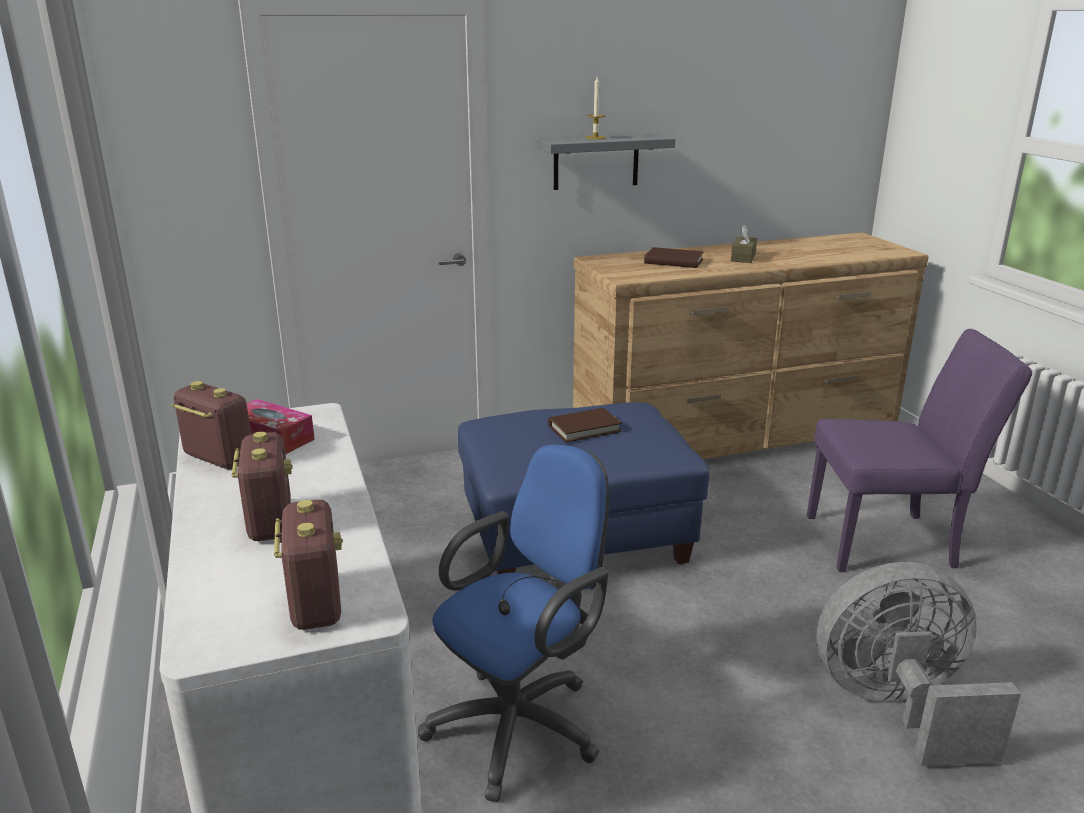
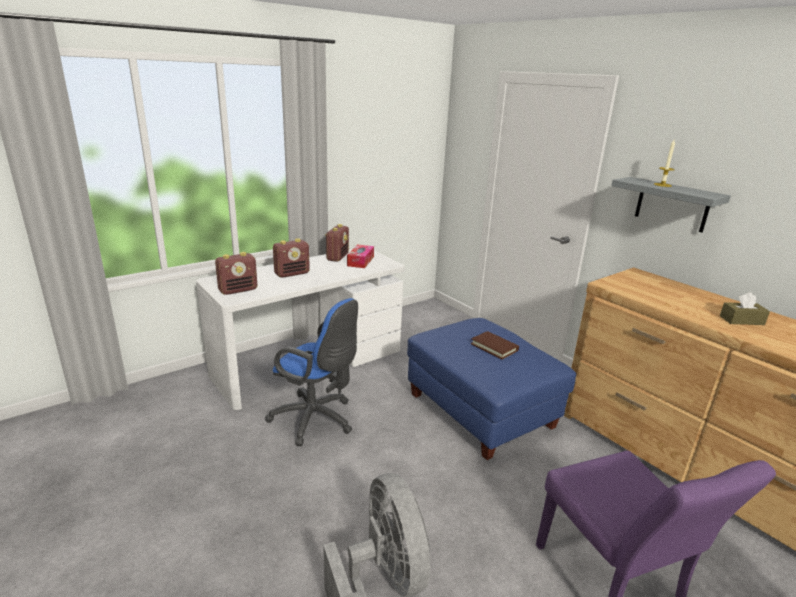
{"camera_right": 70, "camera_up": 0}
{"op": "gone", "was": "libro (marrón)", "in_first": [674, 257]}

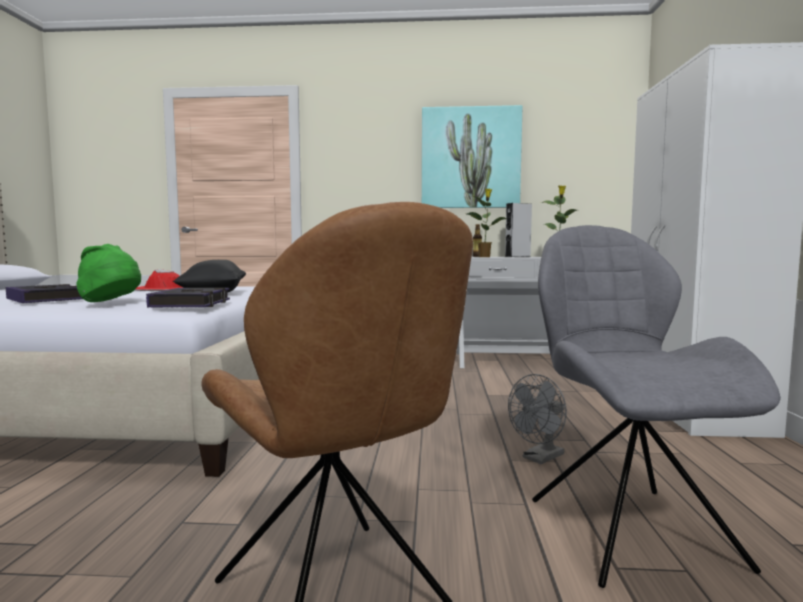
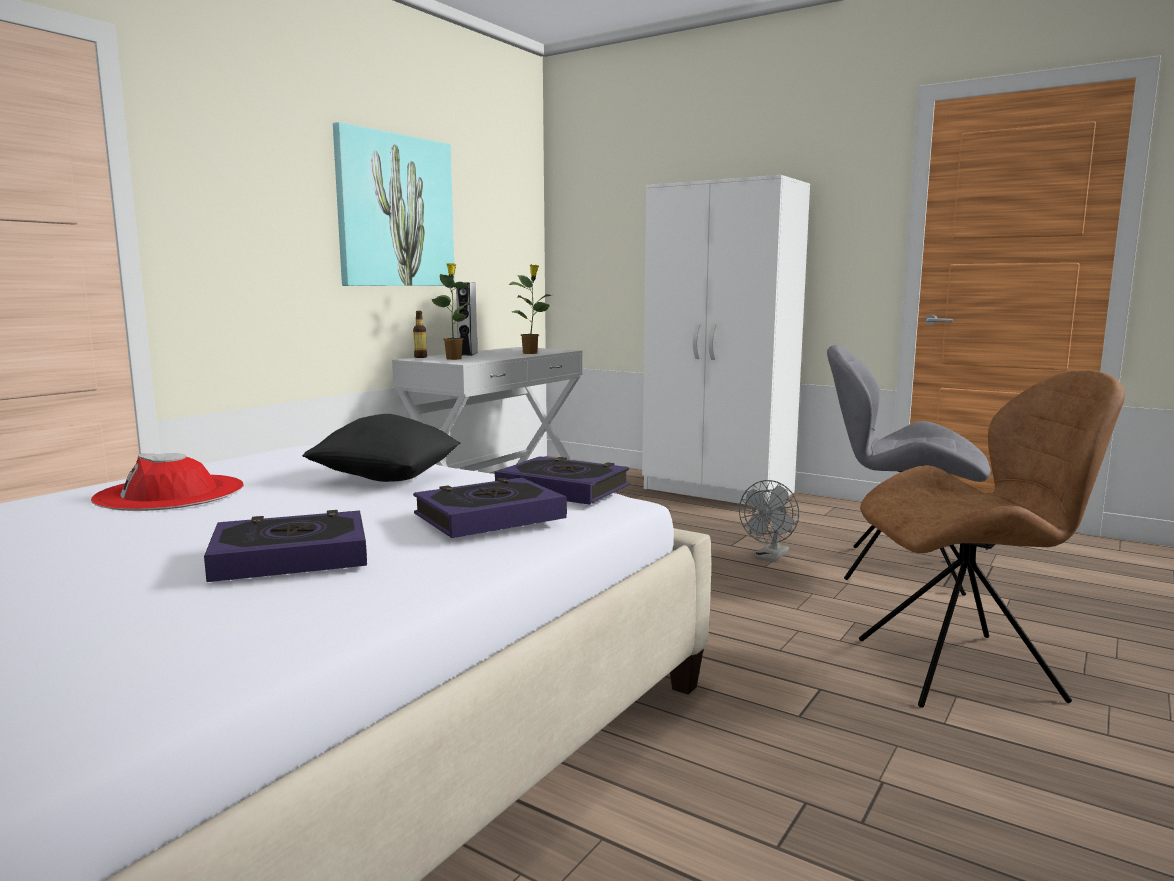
{"camera_right": -60, "camera_up": 5}
{"op": "swapped", "was": "sombrero (verde)", "now": "libro", "in_first": [108, 273], "in_second": [490, 507]}
{"op": "rotated", "was": "ventilador (gris)", "in_first": [537, 419], "in_second": [769, 521], "clockwise": 45}

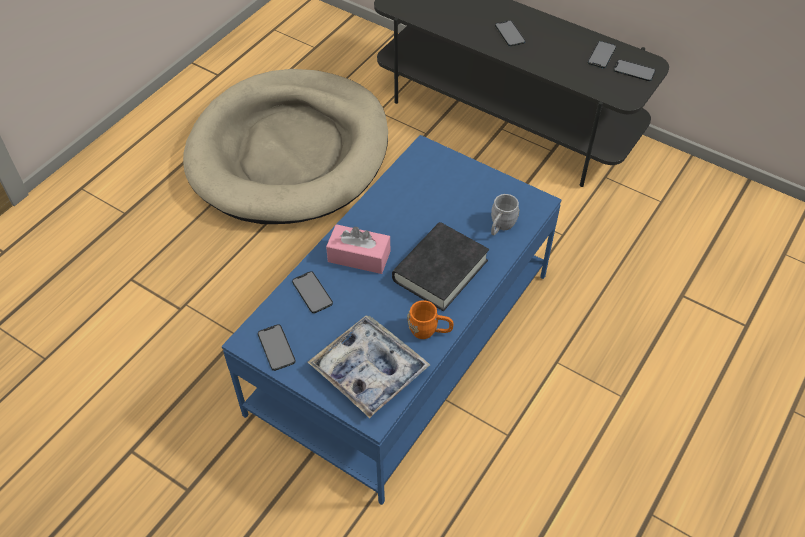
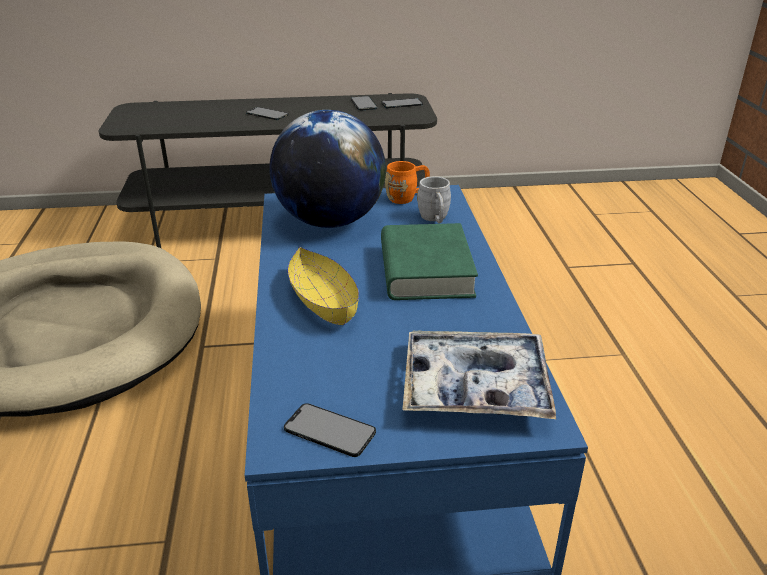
{"camera_right": -40, "camera_up": -20}
{"op": "gone", "was": "móvil", "in_first": [312, 292]}
{"op": "swapped", "was": "caja de pañuelos (rosa)", "now": "cuenco (amarillo)", "in_first": [358, 249], "in_second": [323, 286]}
{"op": "repainted", "was": "libro (negro)", "now": "libro (verde)", "in_first": [440, 266], "in_second": [429, 261]}
{"op": "shifted", "was": "taza grande (naranja)", "in_first": [430, 319], "in_second": [407, 182]}
{"op": "new", "now": "globo terráqueo", "in_second": [327, 169]}

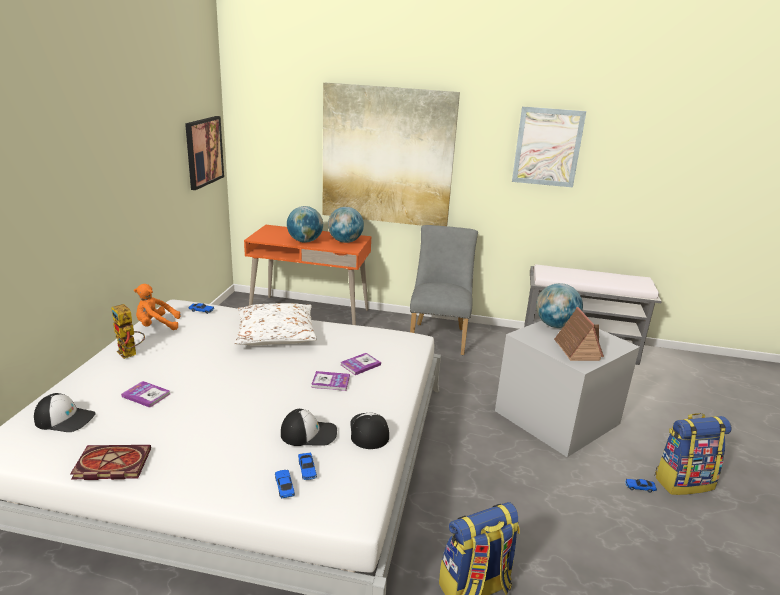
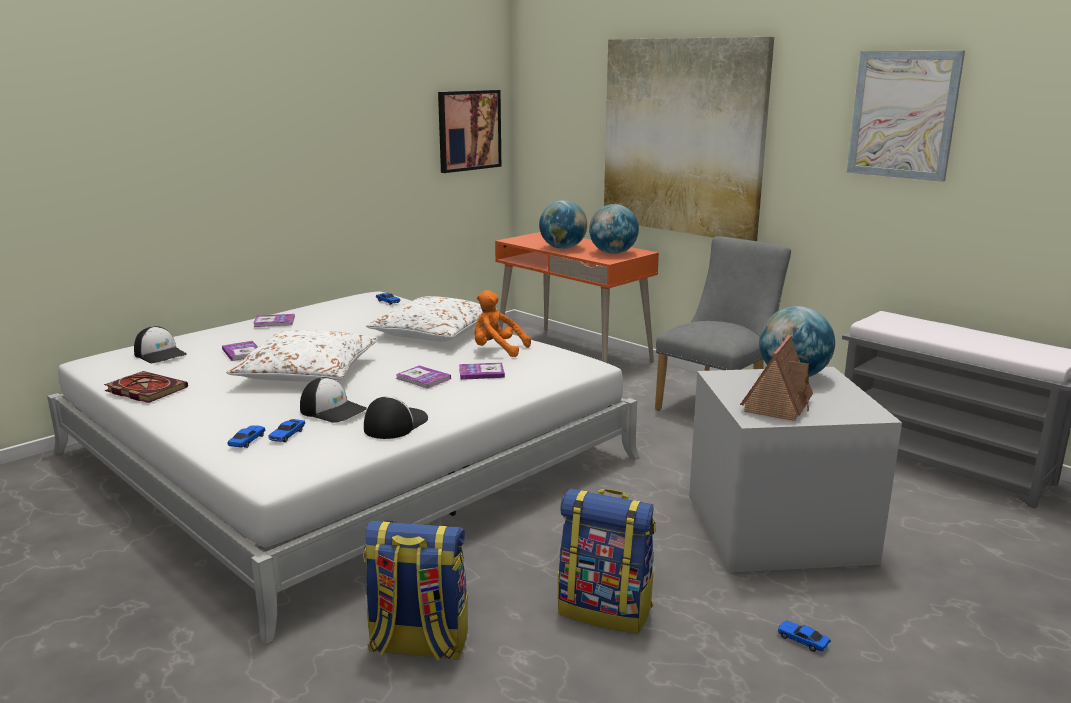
{"camera_right": 35, "camera_up": -5}
{"op": "swapped", "was": "robot de juguete", "now": "libro", "in_first": [128, 331], "in_second": [274, 320]}
{"op": "shifted", "was": "peluche (naranja)", "in_first": [157, 307], "in_second": [502, 323]}
{"op": "shifted", "was": "mochila", "in_first": [693, 454], "in_second": [606, 561]}
{"op": "new", "now": "cojín (blanco)", "in_second": [302, 356]}

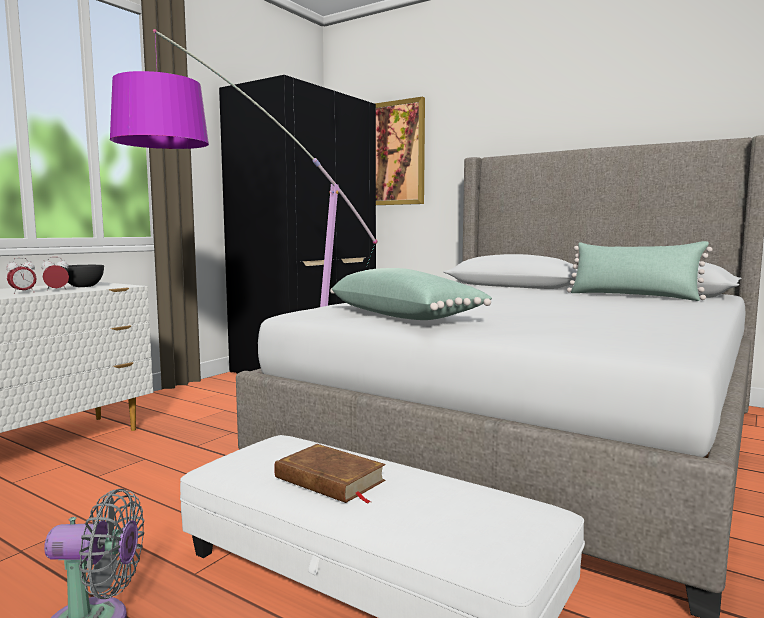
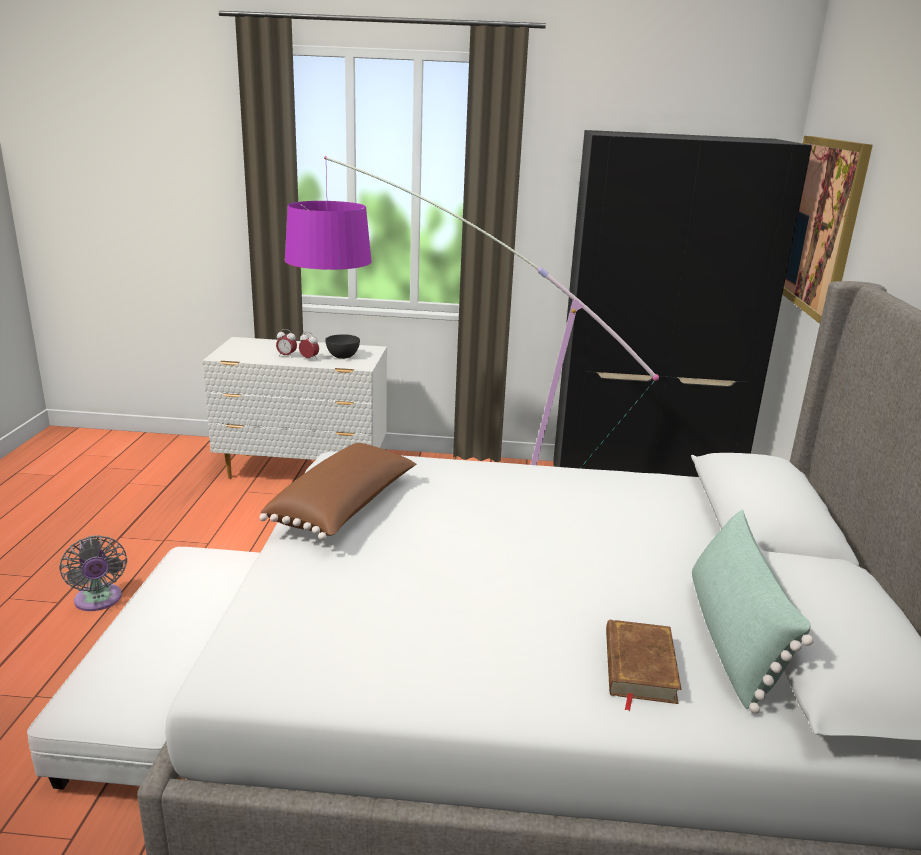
{"camera_right": 60, "camera_up": 15}
{"op": "shifted", "was": "libro (marrón)", "in_first": [330, 474], "in_second": [643, 665]}
{"op": "repainted", "was": "cojín (verde)", "now": "cojín (marrón)", "in_first": [411, 294], "in_second": [337, 491]}

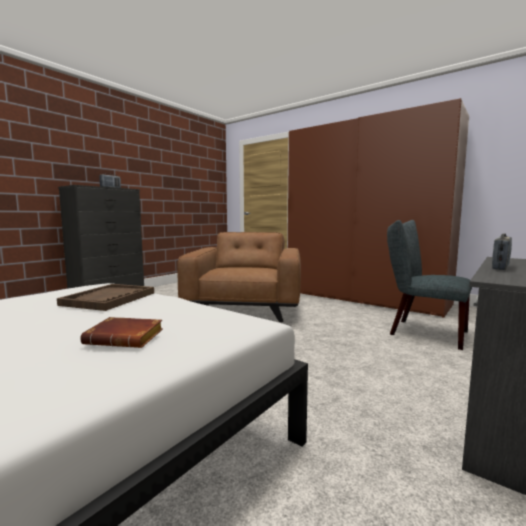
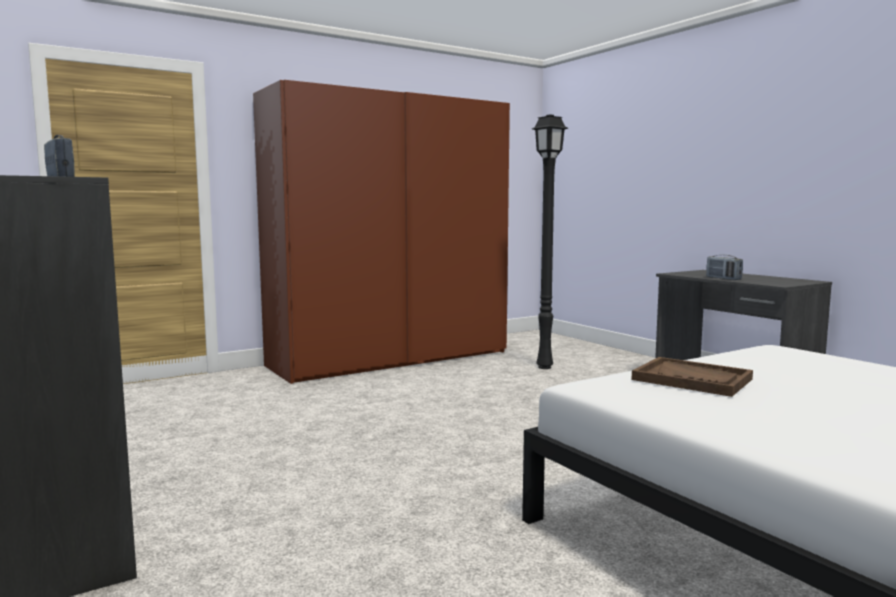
{"camera_right": -70, "camera_up": 0}
{"op": "gone", "was": "libro (marrón)", "in_first": [121, 332]}
{"op": "gone", "was": "sillón (marrón)", "in_first": [239, 277]}
{"op": "swapped", "was": "silla (gris)", "now": "lámpara de pie (negro)", "in_first": [429, 285], "in_second": [550, 242]}

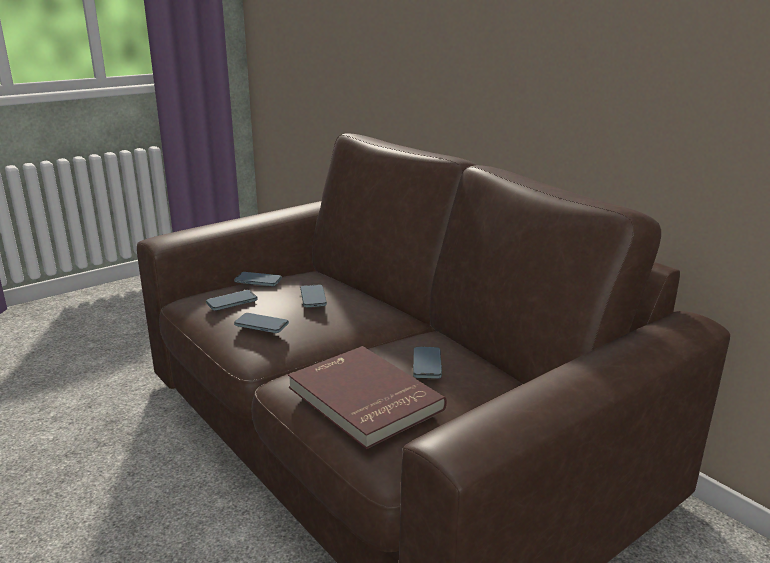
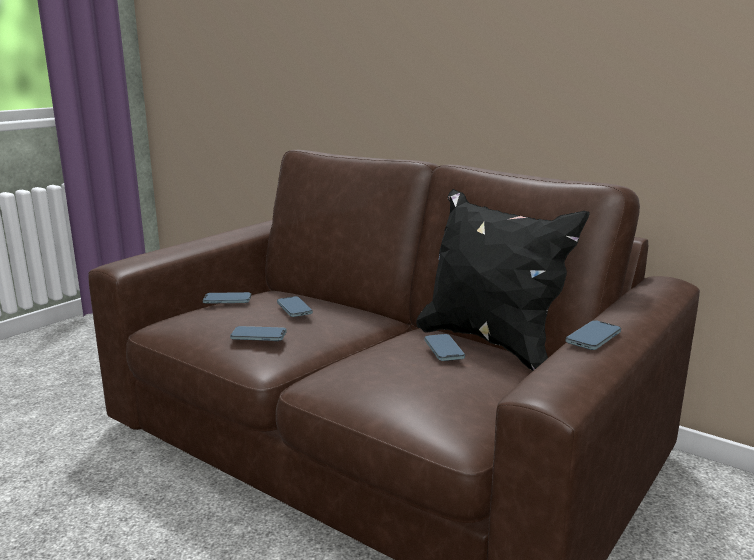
{"camera_right": -15, "camera_up": -5}
{"op": "shifted", "was": "móvil", "in_first": [232, 300], "in_second": [593, 335]}
{"op": "gone", "was": "libro (rojo)", "in_first": [367, 397]}
{"op": "new", "now": "cojín (negro)", "in_second": [503, 280]}

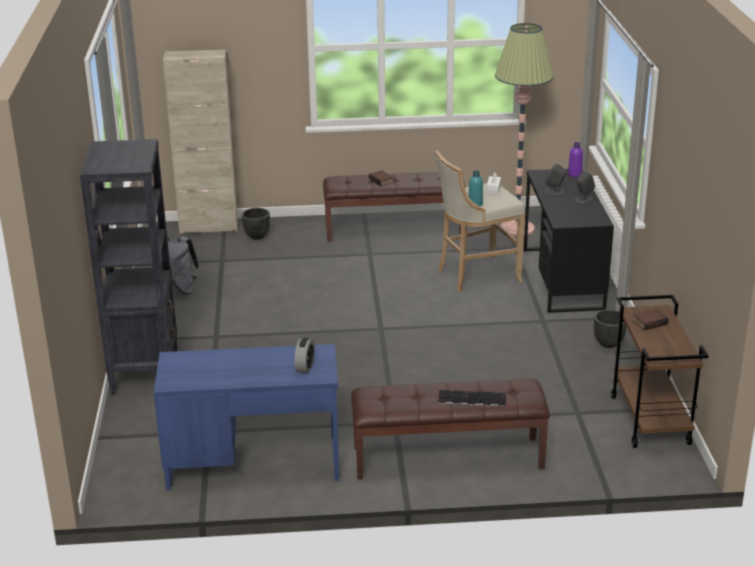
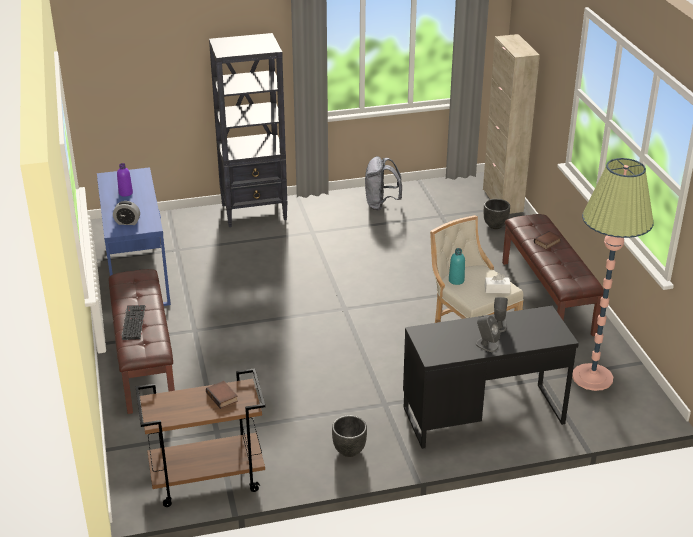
{"camera_right": 80, "camera_up": 5}
{"op": "shifted", "was": "botella (morado)", "in_first": [575, 159], "in_second": [125, 180]}

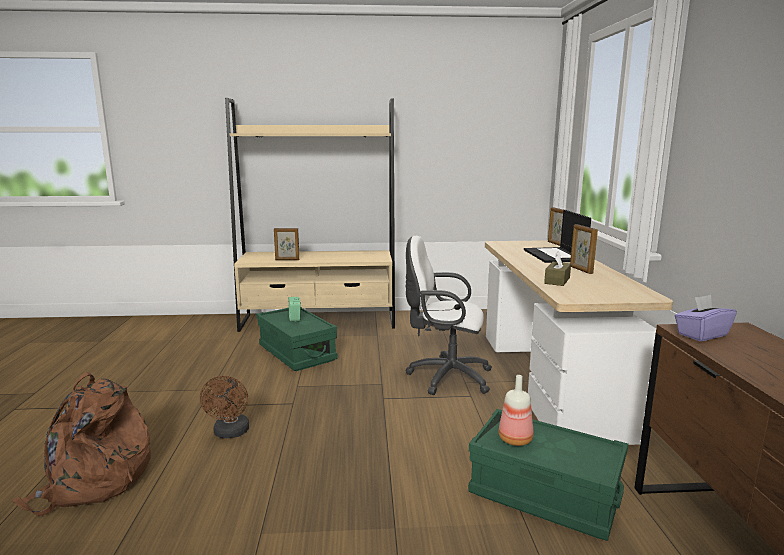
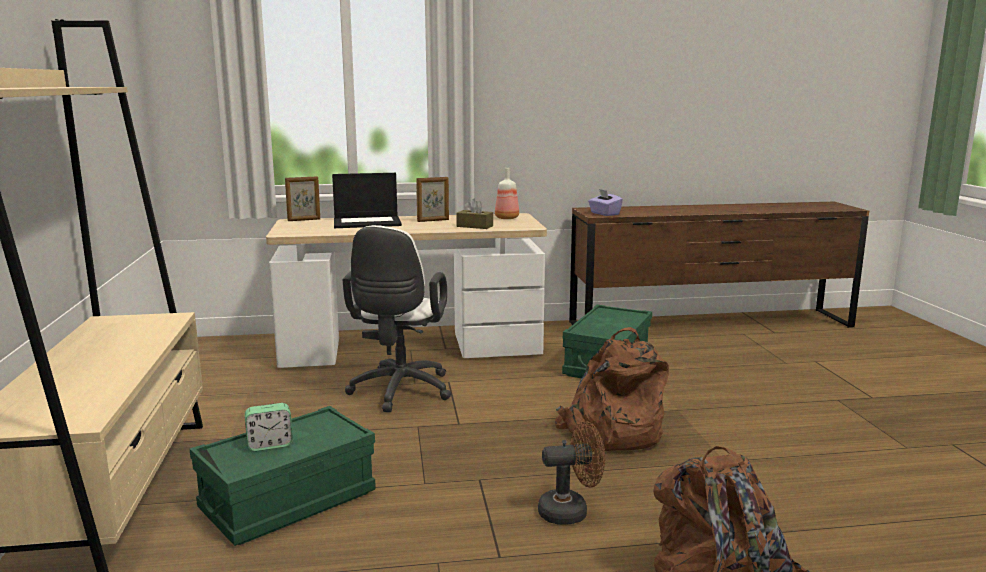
{"camera_right": -95, "camera_up": 0}
{"op": "gone", "was": "portarretratos", "in_first": [286, 244]}
{"op": "shifted", "was": "botella", "in_first": [516, 410], "in_second": [507, 193]}
{"op": "new", "now": "mochila (marrón)", "in_second": [612, 389]}

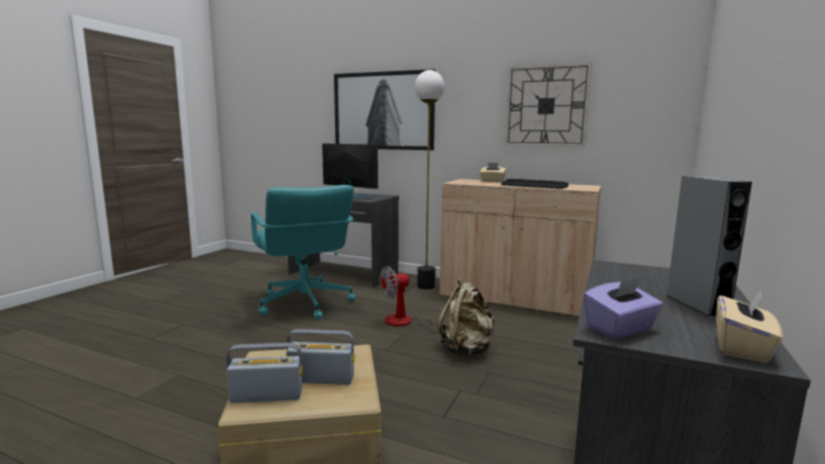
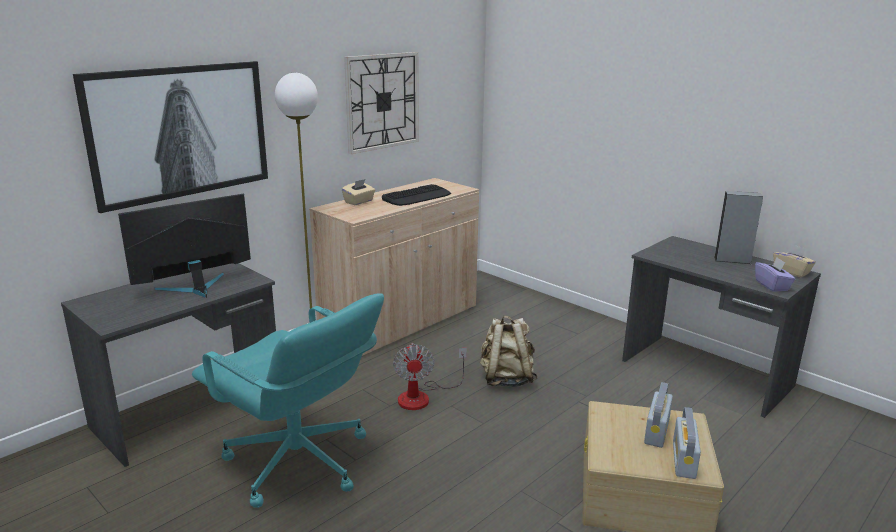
{"camera_right": -70, "camera_up": 10}
{"op": "rotated", "was": "silla de oficina (turquesa)", "in_first": [303, 252], "in_second": [288, 400], "clockwise": 45}

